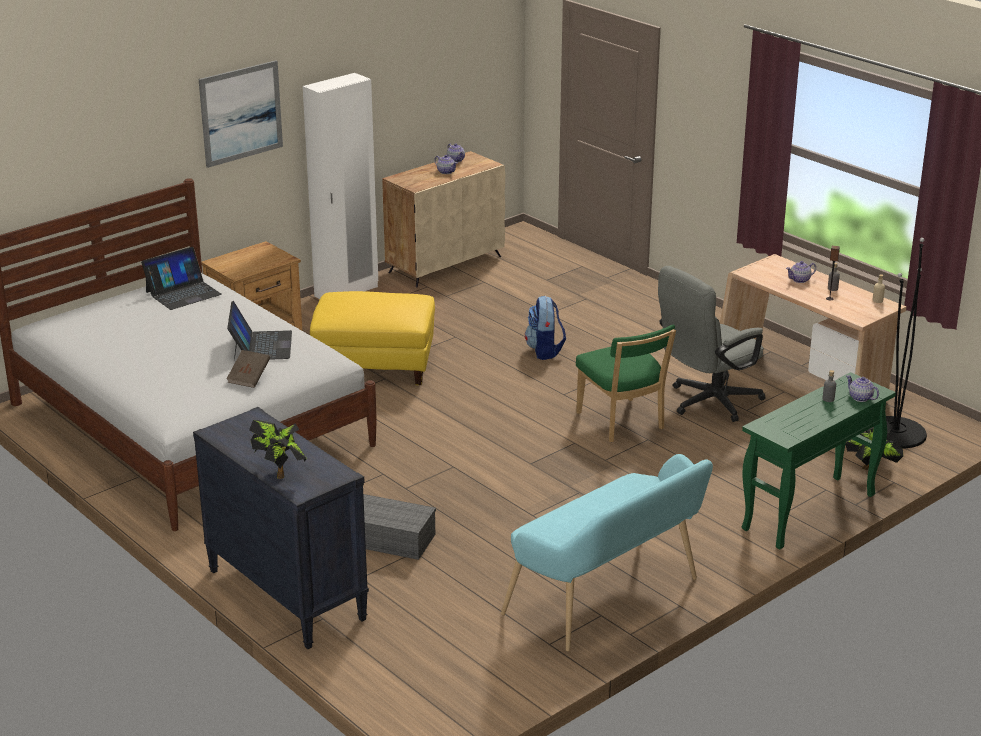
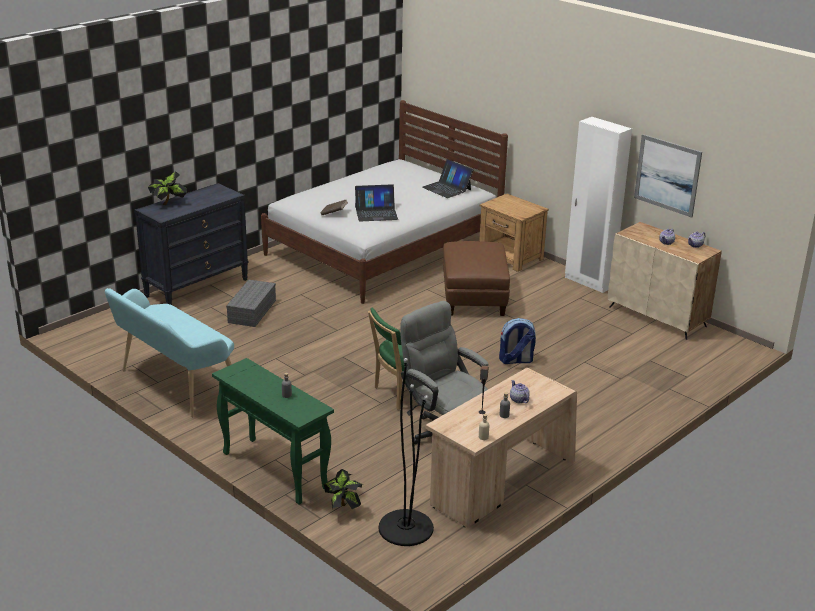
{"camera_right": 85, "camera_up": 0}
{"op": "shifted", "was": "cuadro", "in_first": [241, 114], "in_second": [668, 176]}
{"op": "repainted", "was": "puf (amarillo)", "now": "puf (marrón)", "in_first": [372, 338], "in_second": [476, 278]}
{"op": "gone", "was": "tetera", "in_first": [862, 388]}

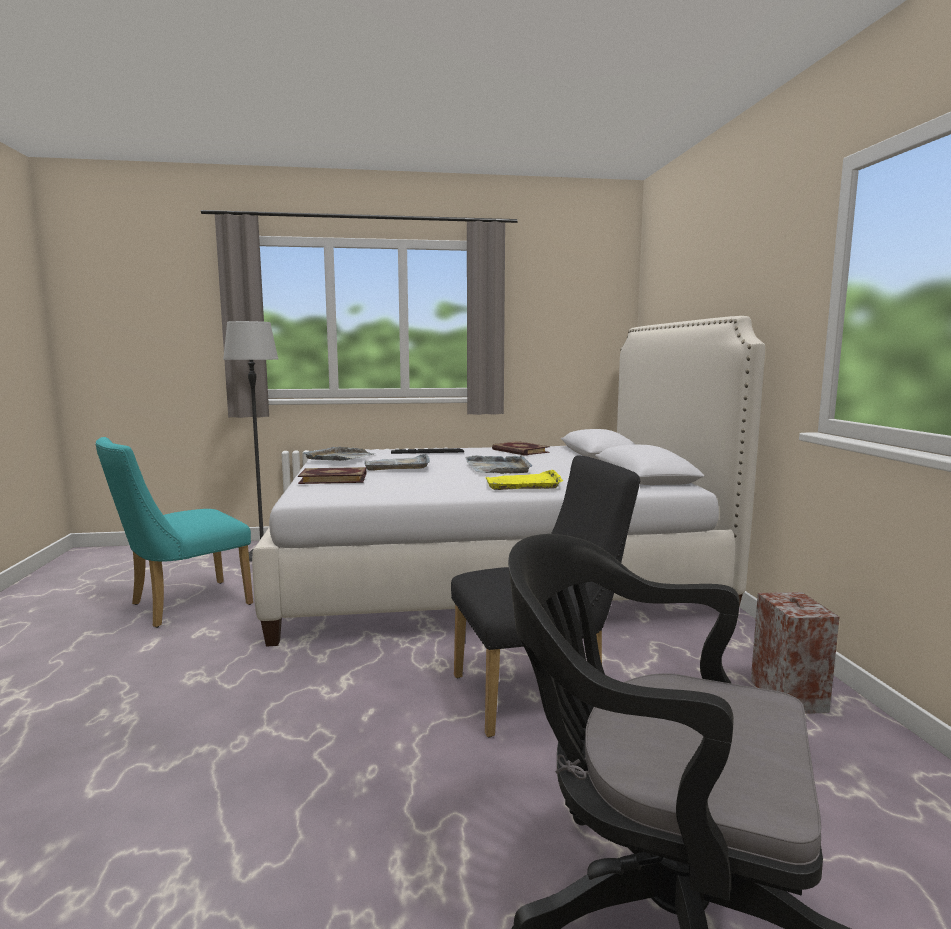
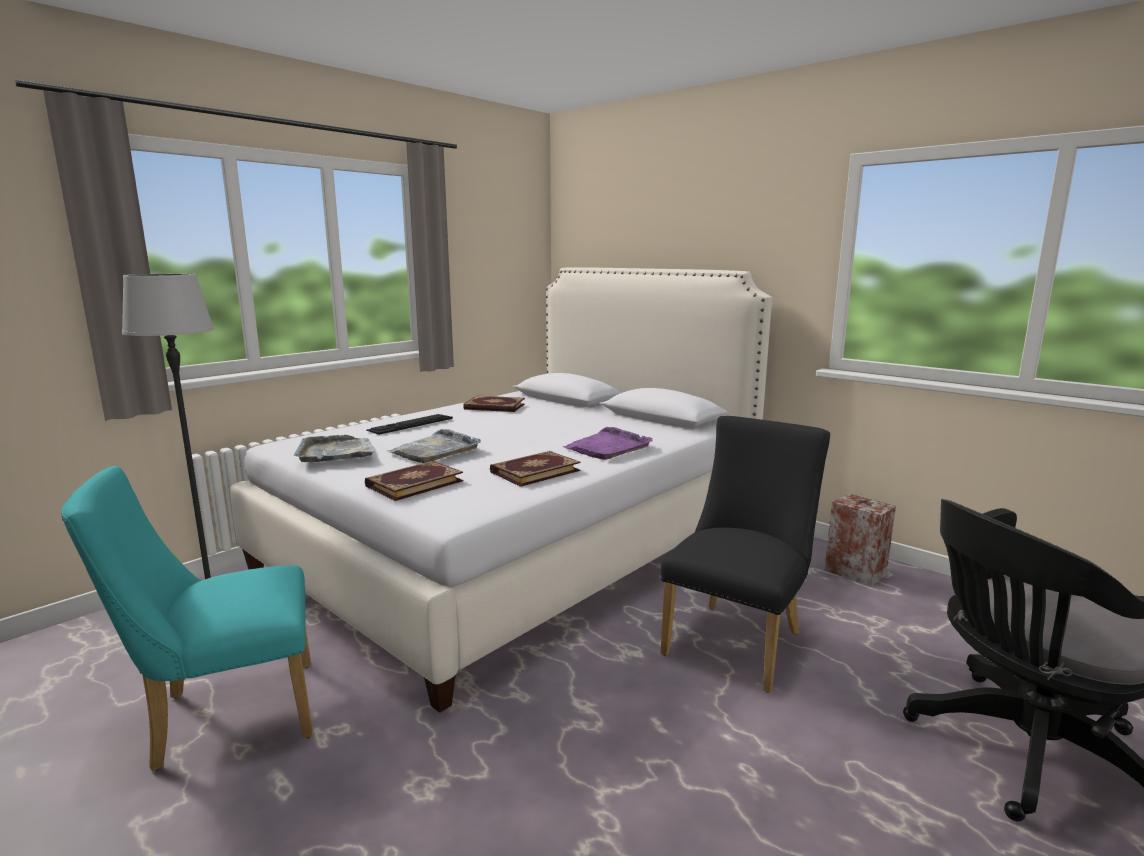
{"camera_right": -40, "camera_up": 5}
{"op": "rotated", "was": "silla (turquesa)", "in_first": [174, 532], "in_second": [187, 618], "clockwise": 60}
{"op": "gone", "was": "bandeja (gris)", "in_first": [499, 464]}
{"op": "repainted", "was": "bandeja (amarillo)", "now": "bandeja (morado)", "in_first": [524, 480], "in_second": [608, 443]}
{"op": "new", "now": "libro", "in_second": [535, 469]}

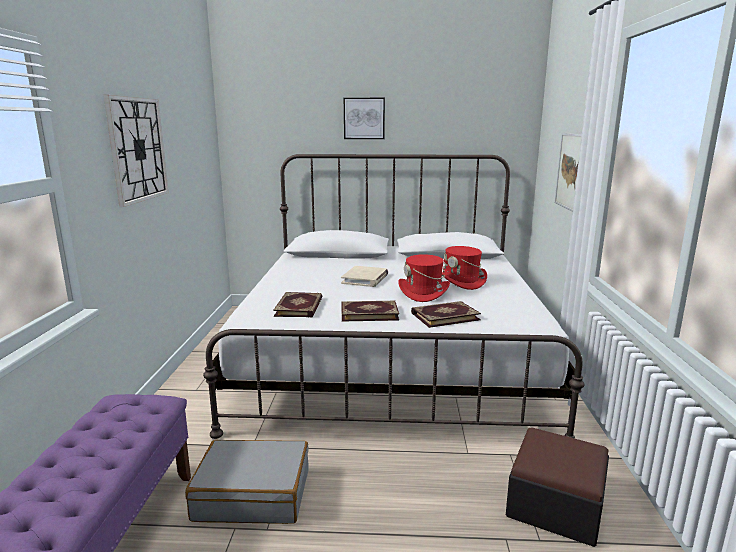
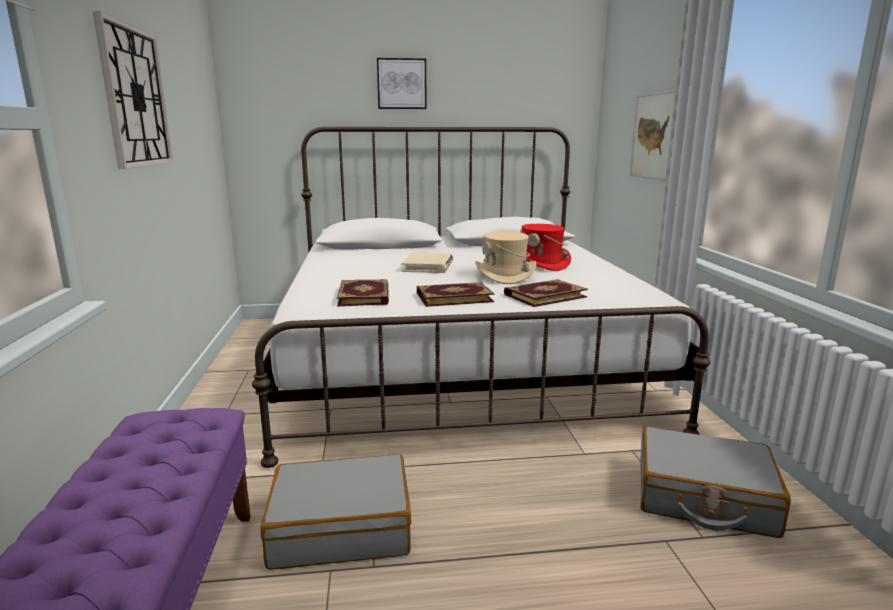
{"camera_right": -10, "camera_up": 0}
{"op": "repainted", "was": "sombrero (rojo)", "now": "sombrero (beis)", "in_first": [424, 278], "in_second": [505, 257]}
{"op": "swapped", "was": "puf", "now": "maleta (gris)", "in_first": [557, 487], "in_second": [715, 482]}

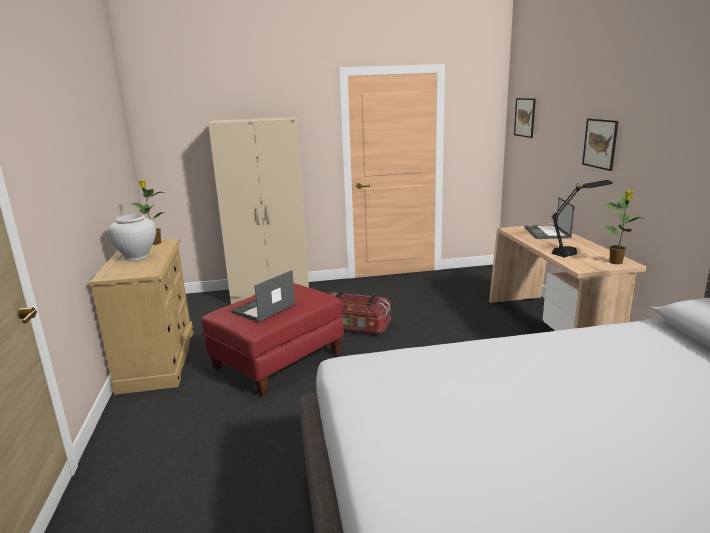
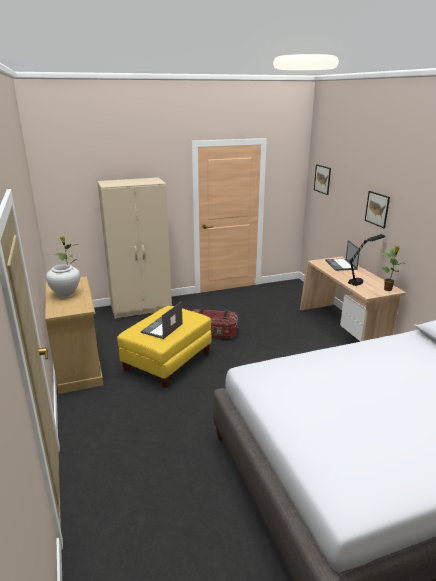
{"camera_right": -10, "camera_up": 5}
{"op": "repainted", "was": "puf (rojo)", "now": "puf (amarillo)", "in_first": [272, 339], "in_second": [164, 347]}

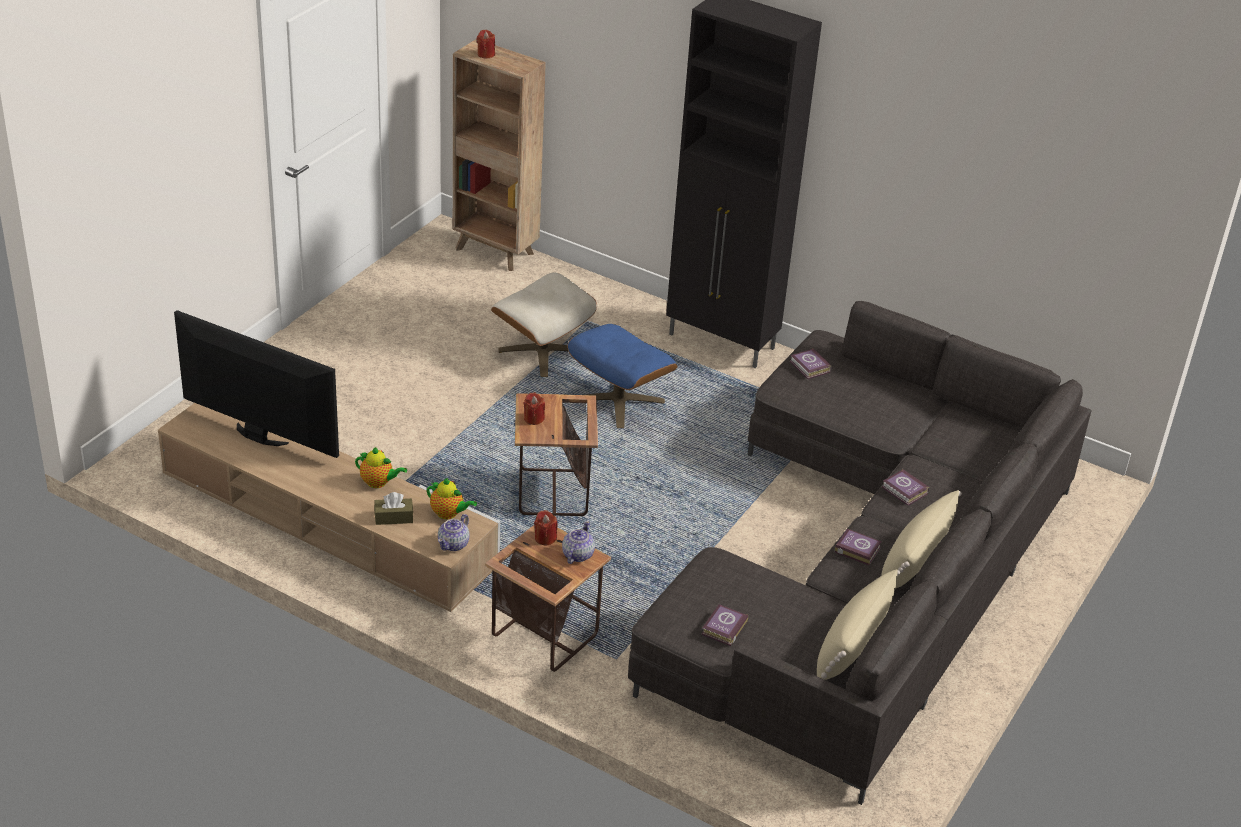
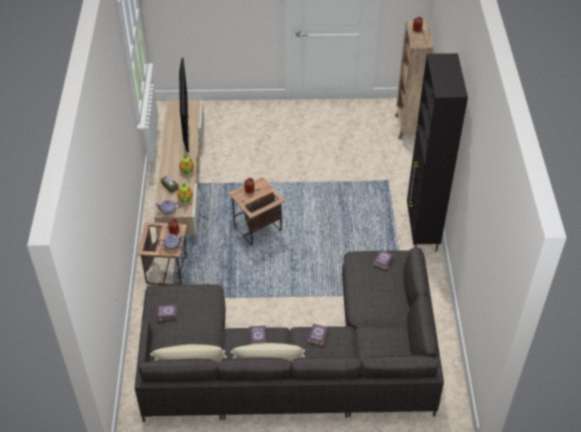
{"camera_right": 60, "camera_up": 10}
{"op": "gone", "was": "puf (beis)", "in_first": [544, 324]}
{"op": "gone", "was": "puf (azul)", "in_first": [622, 376]}

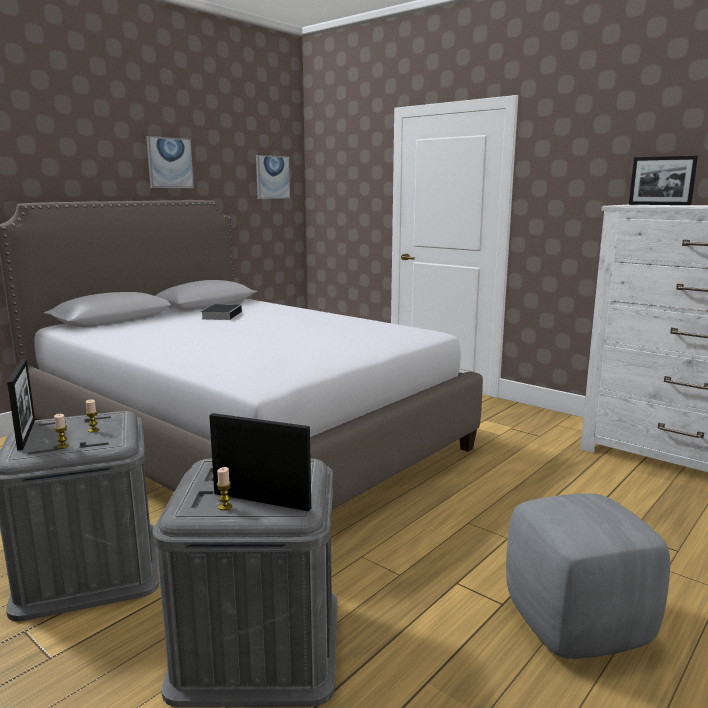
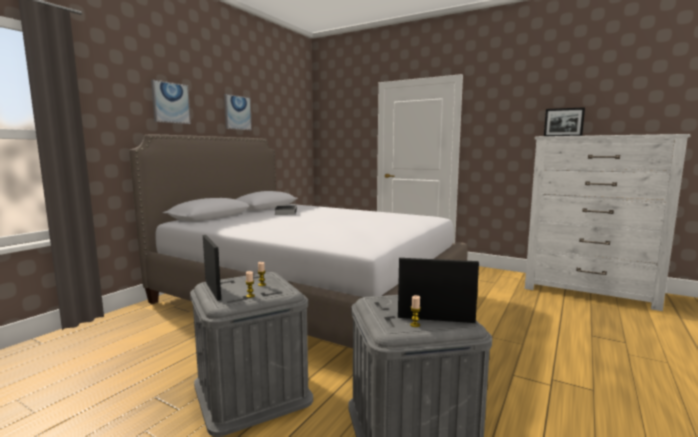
{"camera_right": -10, "camera_up": -5}
{"op": "shifted", "was": "cuadro", "in_first": [273, 177], "in_second": [171, 101]}
{"op": "gone", "was": "puf (gris)", "in_first": [588, 576]}

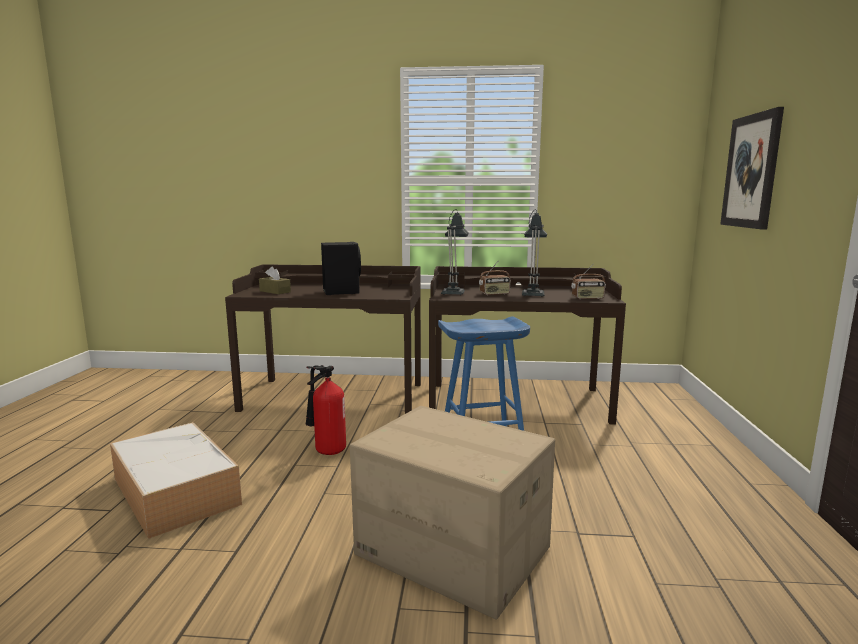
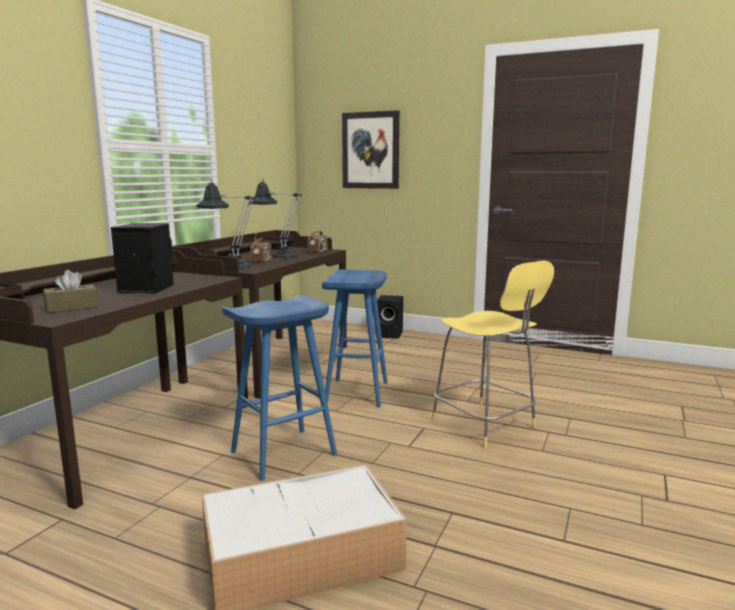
{"camera_right": -70, "camera_up": 0}
{"op": "swapped", "was": "extintor", "now": "taburete (azul)", "in_first": [325, 410], "in_second": [279, 388]}
{"op": "swapped", "was": "caja de cartón", "now": "taburete (amarillo)", "in_first": [452, 513], "in_second": [492, 354]}
{"op": "new", "now": "altavoz (negro)", "in_second": [389, 316]}

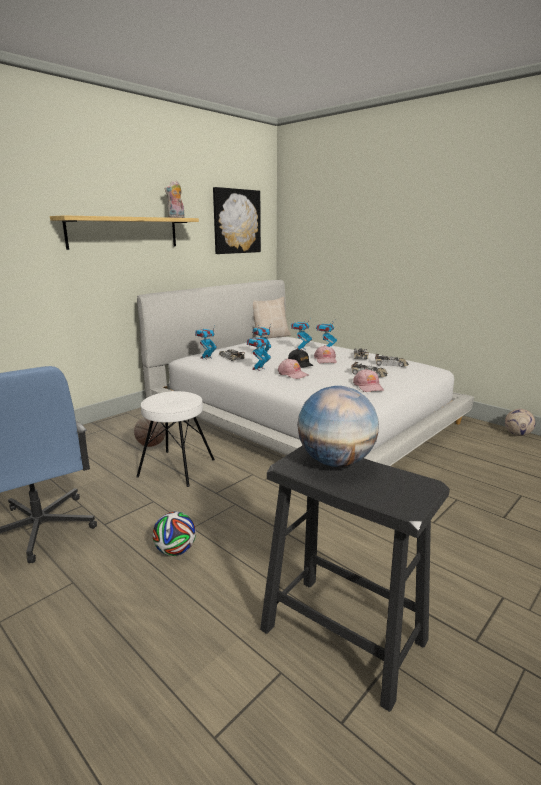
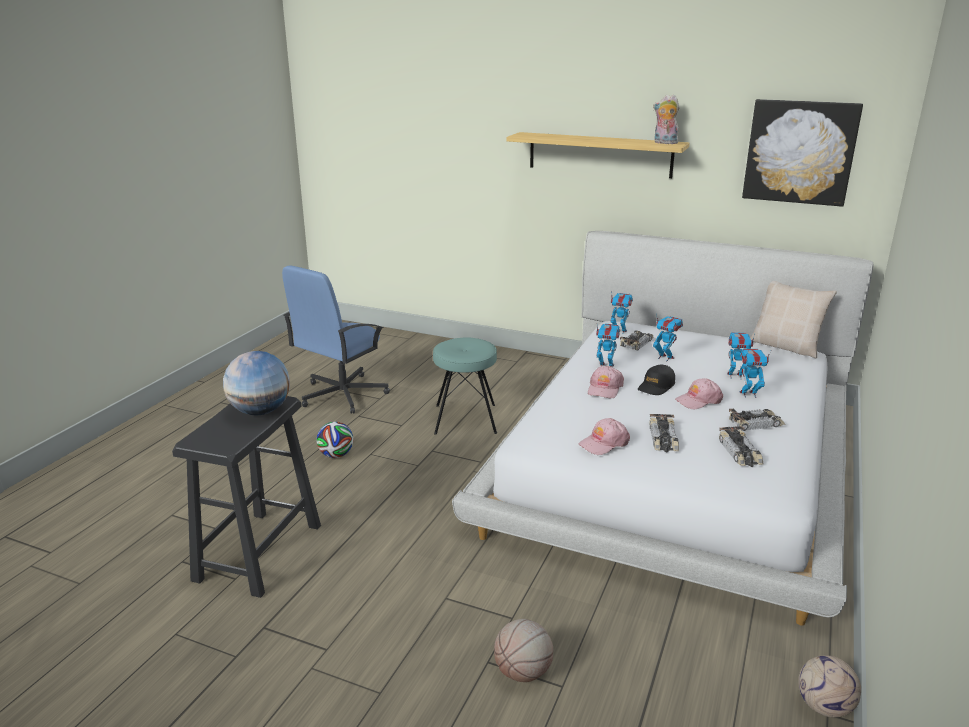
{"camera_right": 70, "camera_up": 5}
{"op": "shifted", "was": "balón de baloncesto", "in_first": [150, 432], "in_second": [523, 650]}
{"op": "repainted", "was": "taburete (blanco)", "now": "taburete (turquesa)", "in_first": [175, 439], "in_second": [465, 386]}

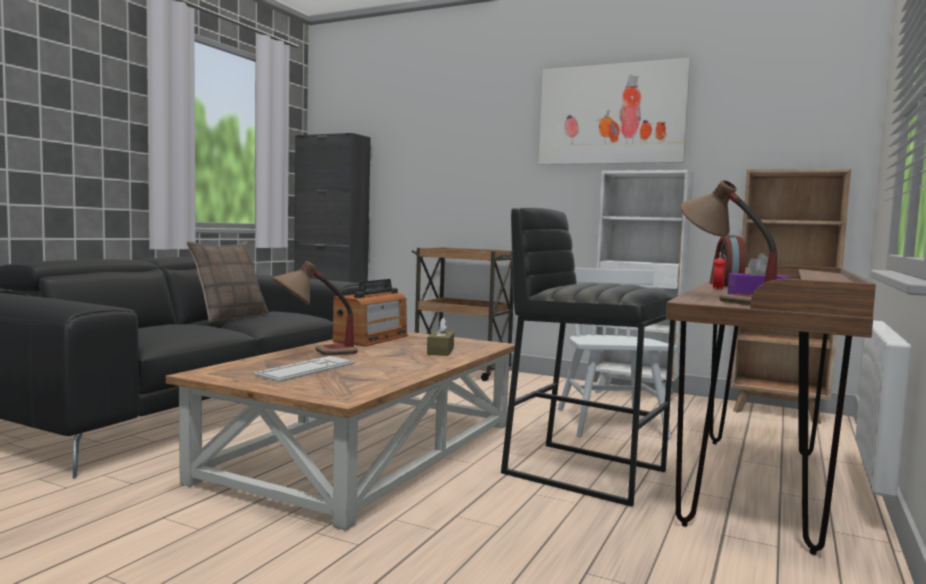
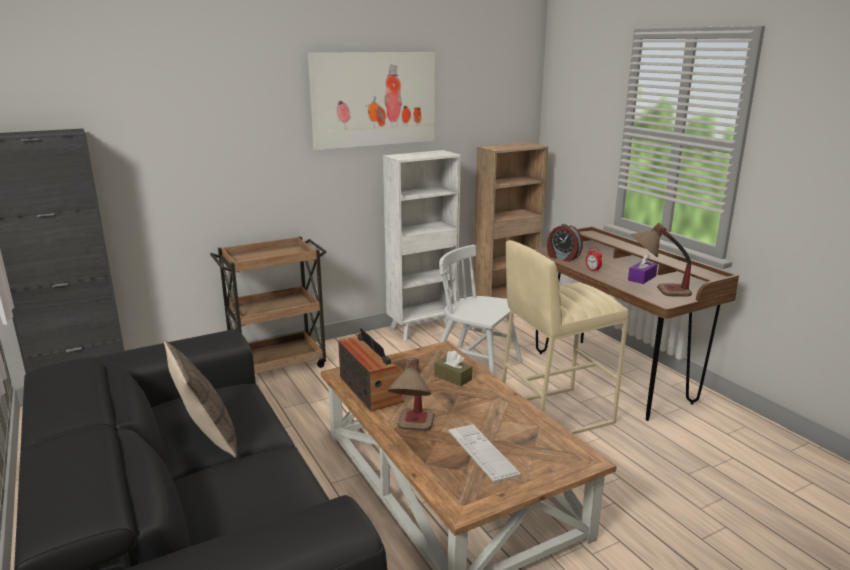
{"camera_right": -55, "camera_up": 15}
{"op": "repainted", "was": "taburete (negro)", "now": "taburete (beis)", "in_first": [588, 357], "in_second": [565, 337]}

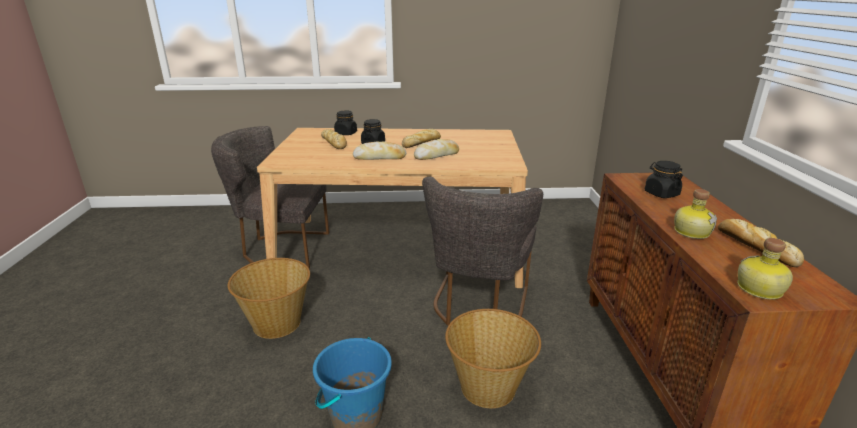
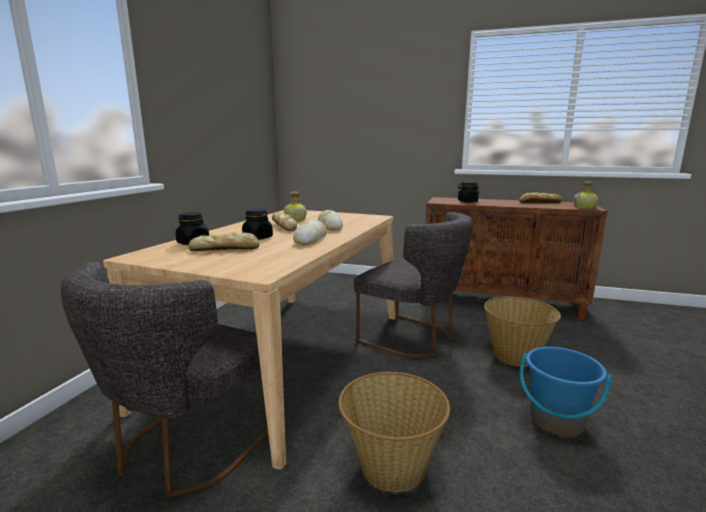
{"camera_right": -70, "camera_up": -10}
{"op": "shifted", "was": "botella", "in_first": [695, 214], "in_second": [295, 206]}

